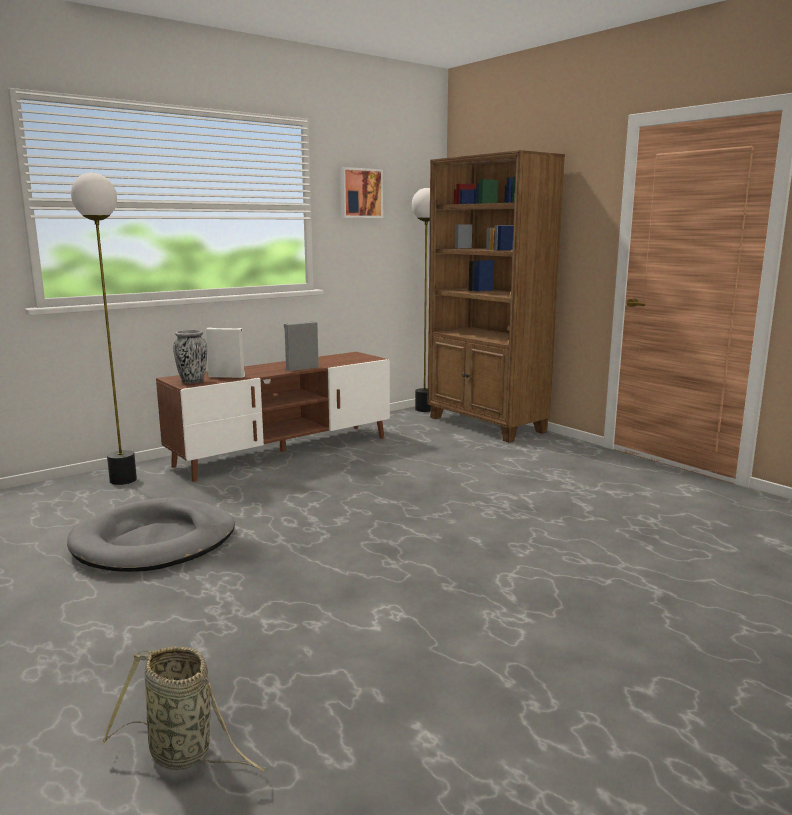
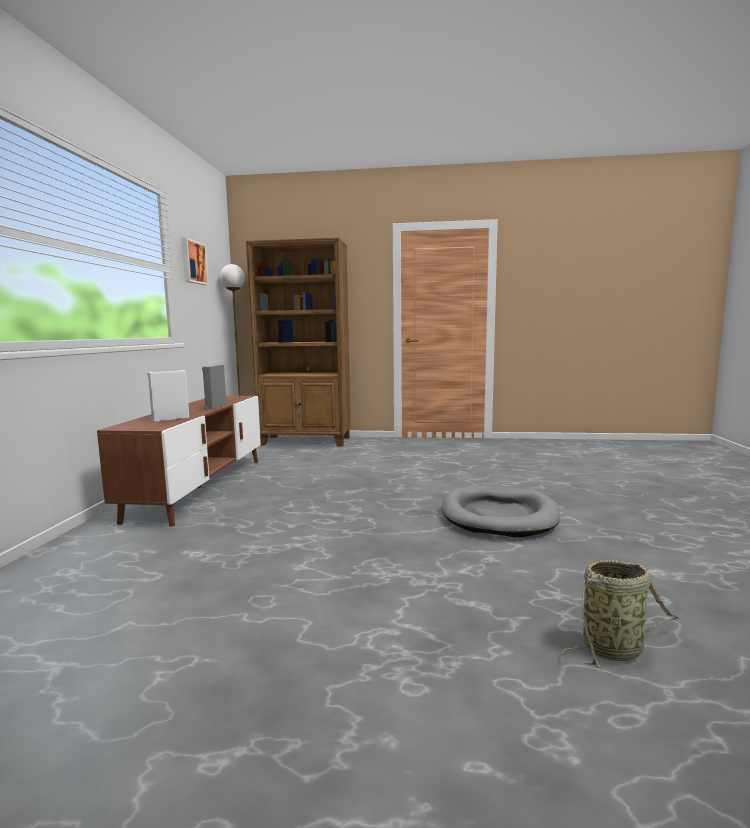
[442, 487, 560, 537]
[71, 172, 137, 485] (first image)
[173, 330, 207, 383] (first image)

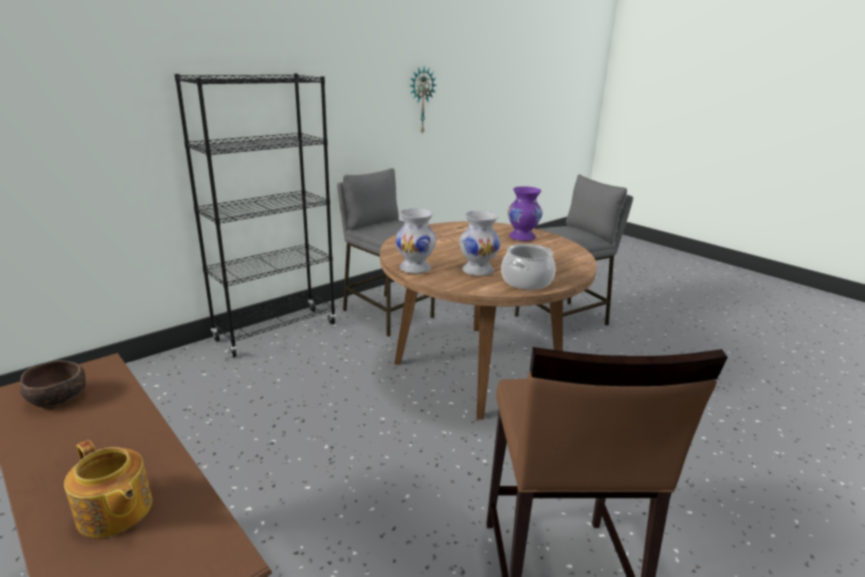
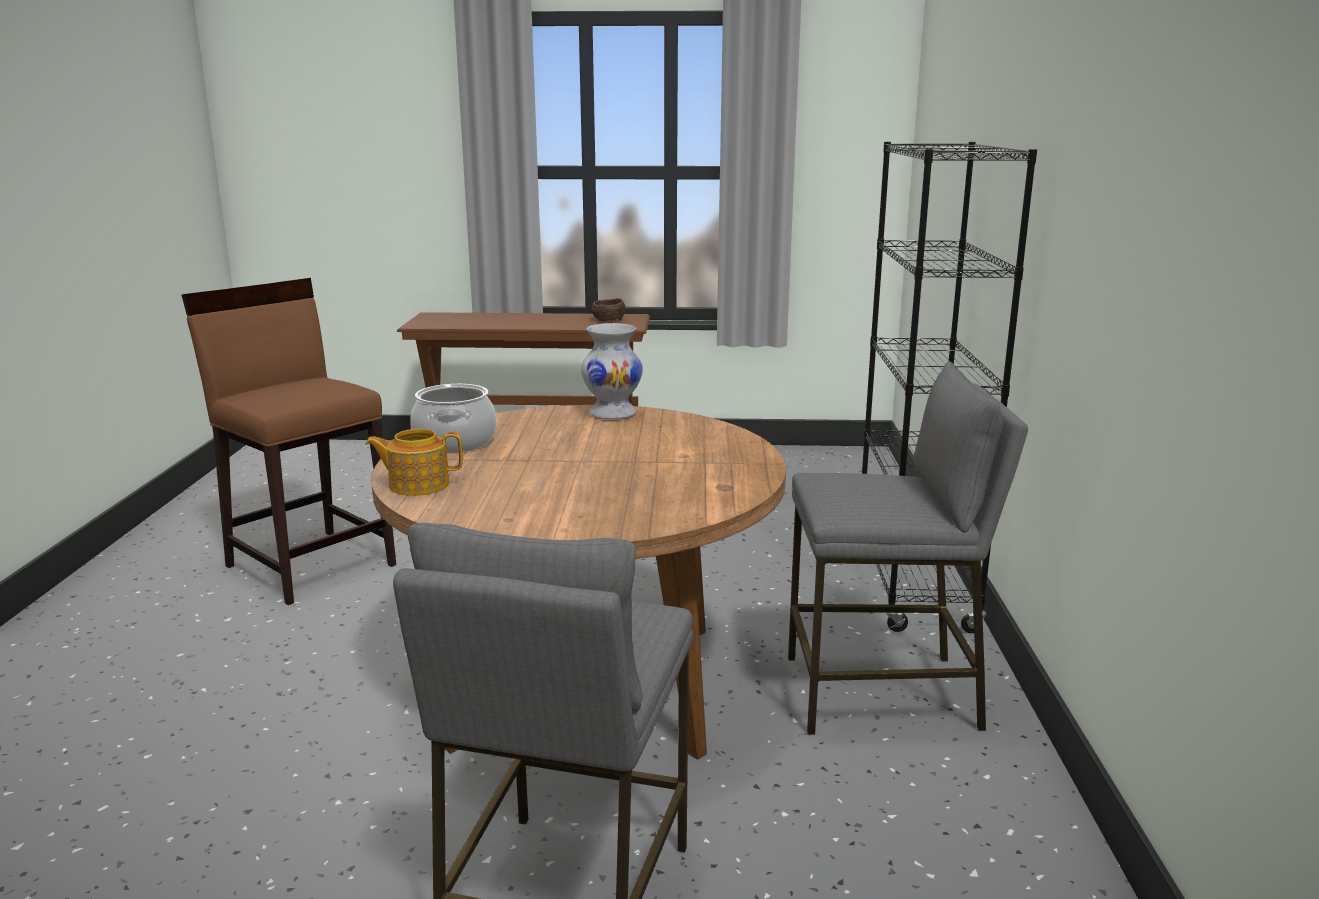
[365, 429, 463, 496]
[410, 67, 437, 134] (first image)
[459, 211, 501, 276] (first image)
[507, 186, 542, 241] (first image)

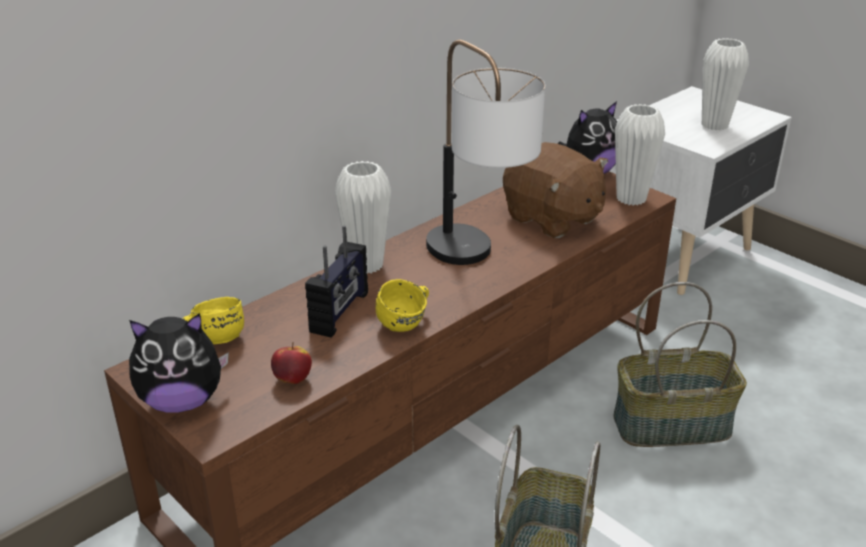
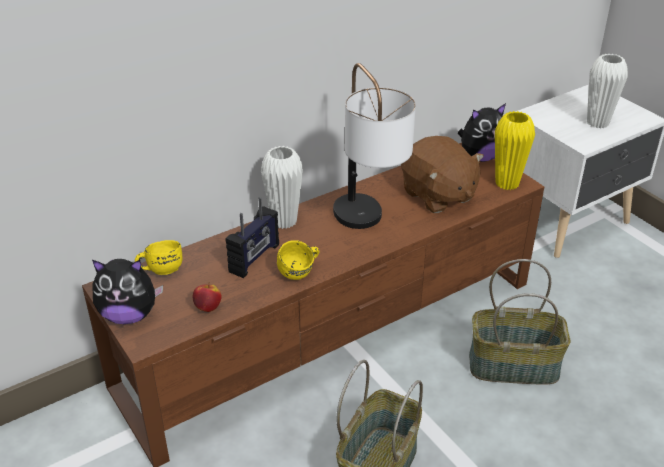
[495, 111, 535, 190]

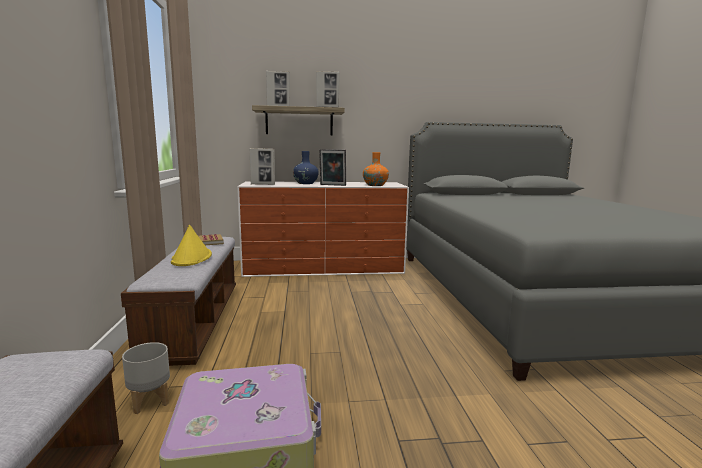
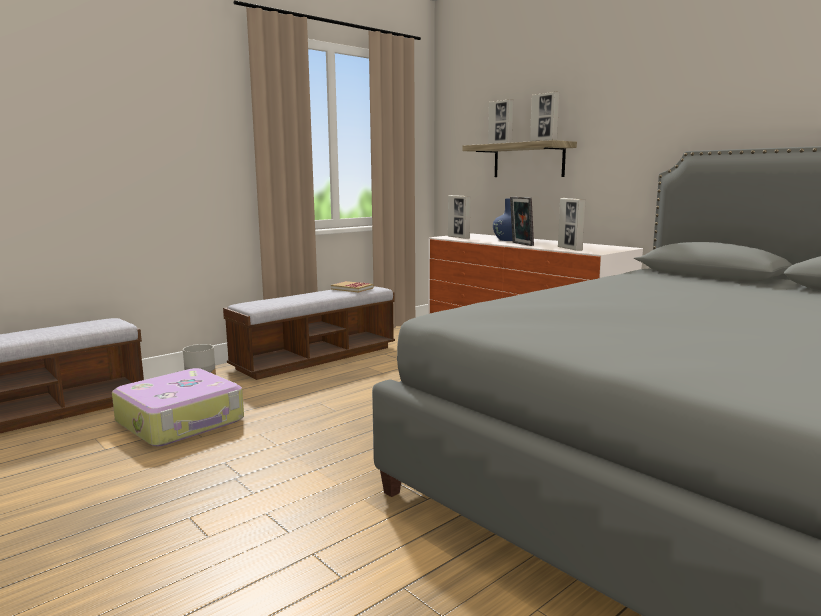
[558, 198, 586, 251]
[171, 225, 212, 266] (first image)

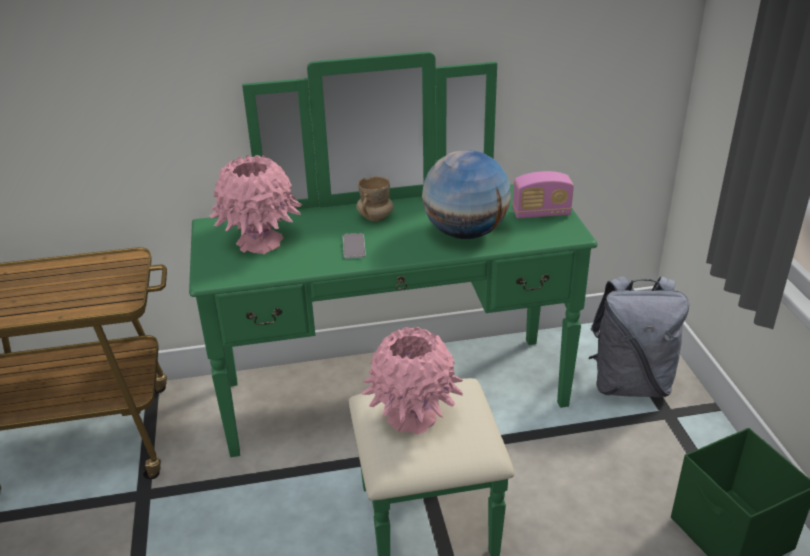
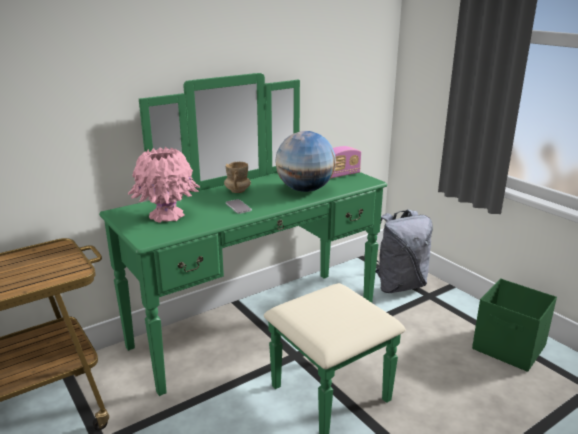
[362, 327, 463, 435] (first image)

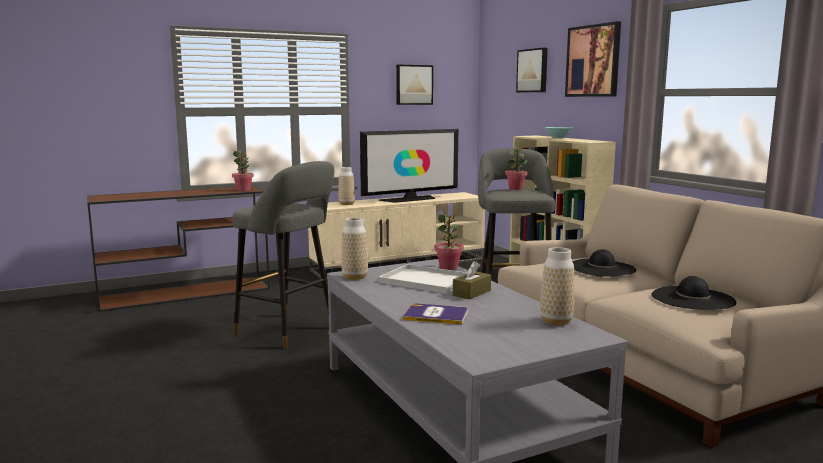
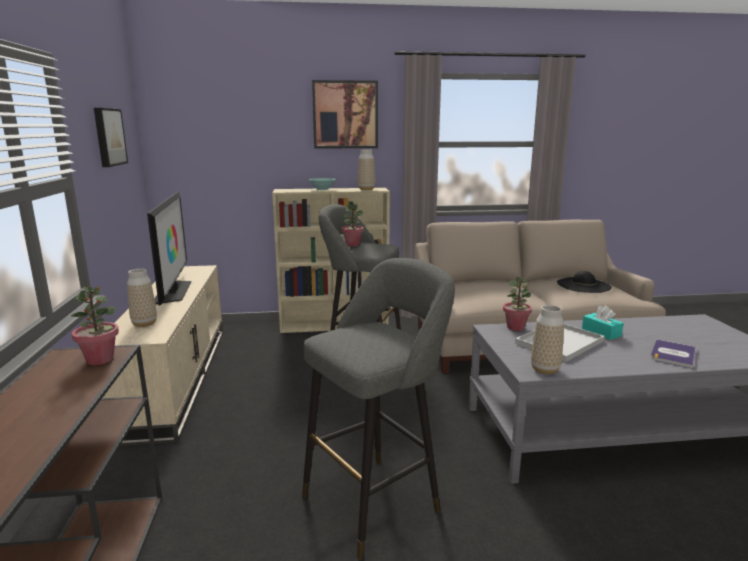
[358, 150, 375, 190]
[582, 305, 624, 340]
[516, 48, 548, 92] (first image)
[572, 249, 636, 277] (first image)

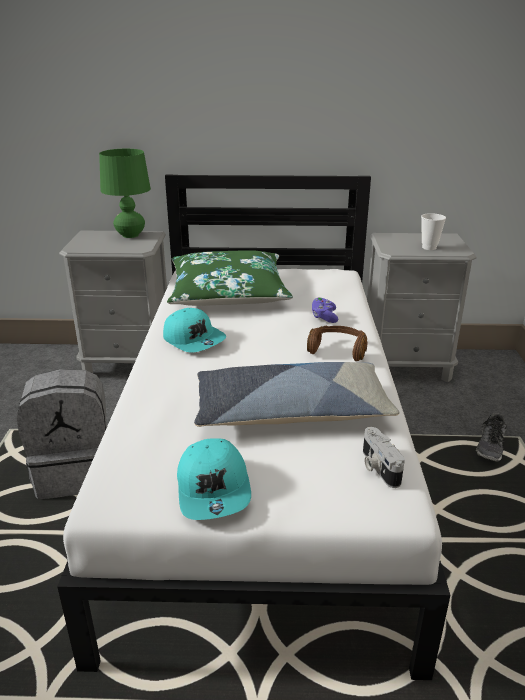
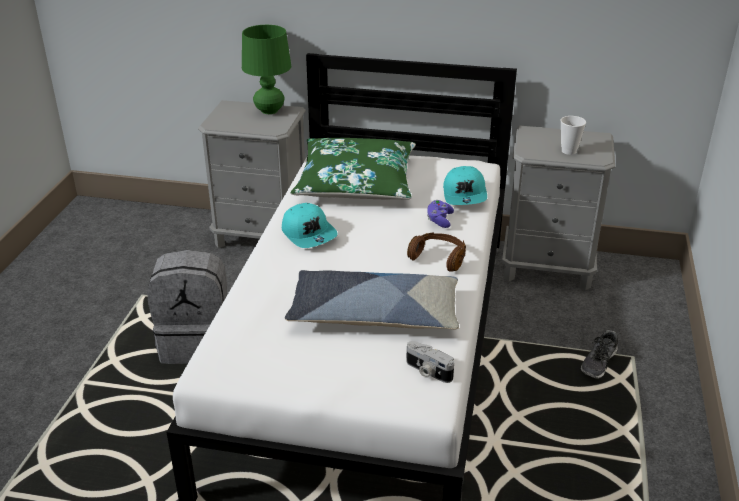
[406, 341, 454, 383]
[443, 166, 487, 205]

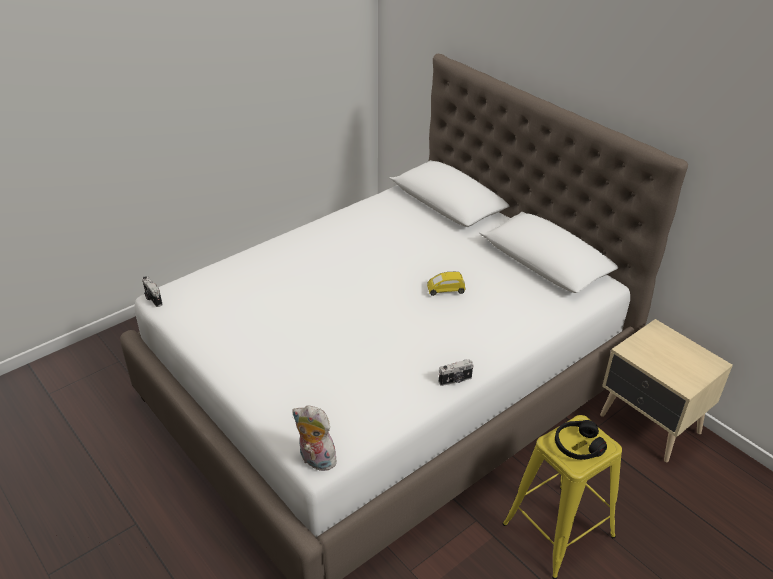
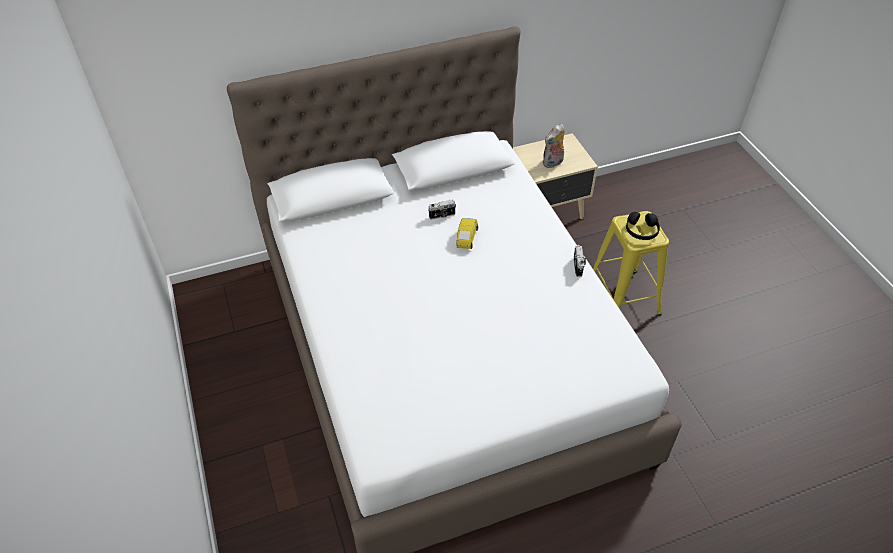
[428, 200, 456, 220]
[542, 124, 565, 168]

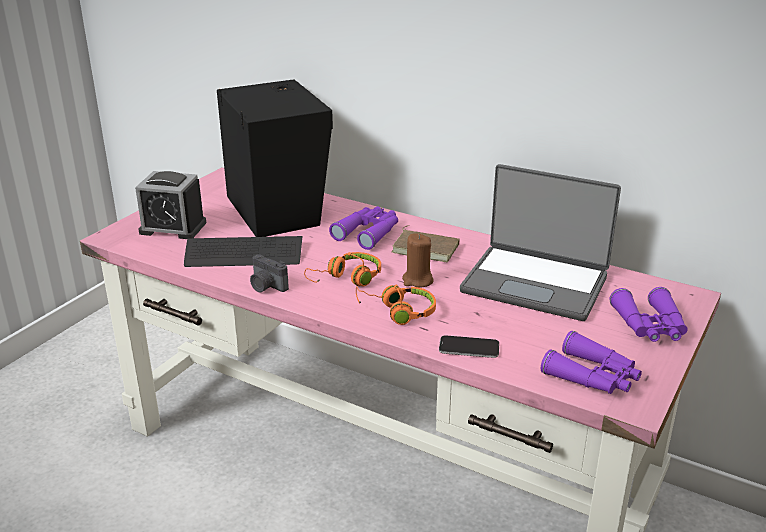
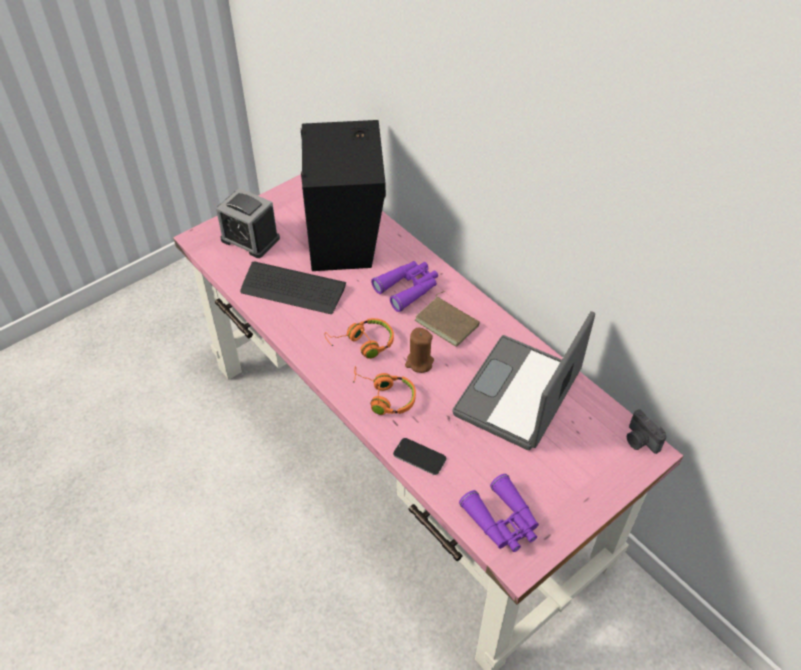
[452, 312, 595, 450]
[627, 409, 666, 454]
[609, 287, 687, 342] (first image)

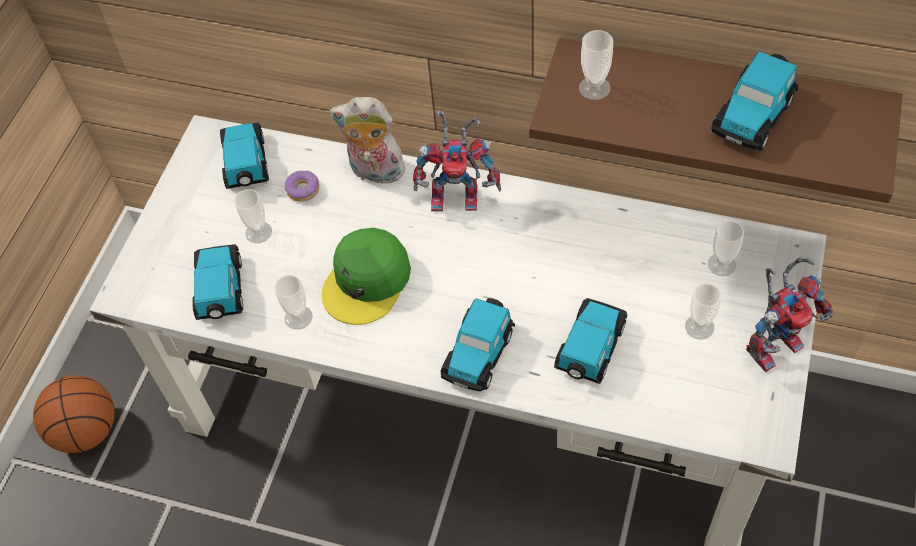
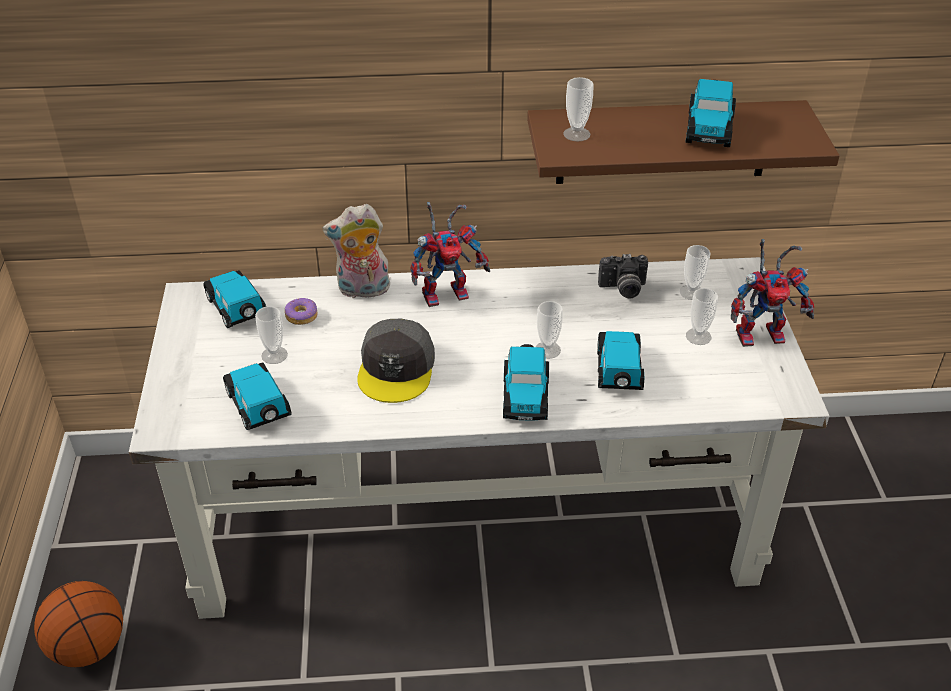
[357, 319, 435, 403]
[536, 301, 563, 359]
[598, 254, 648, 299]
[731, 239, 814, 347]

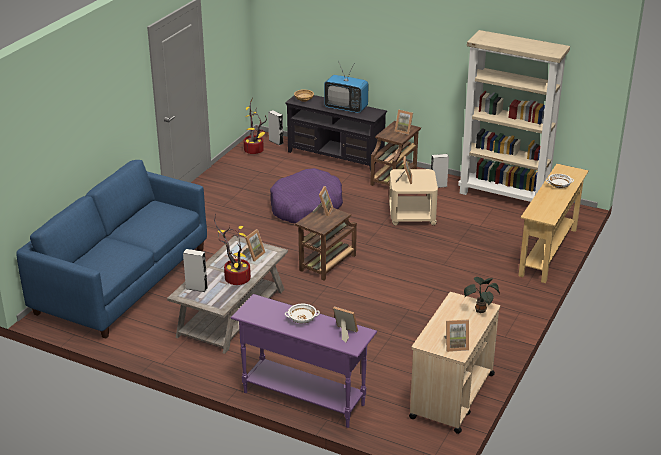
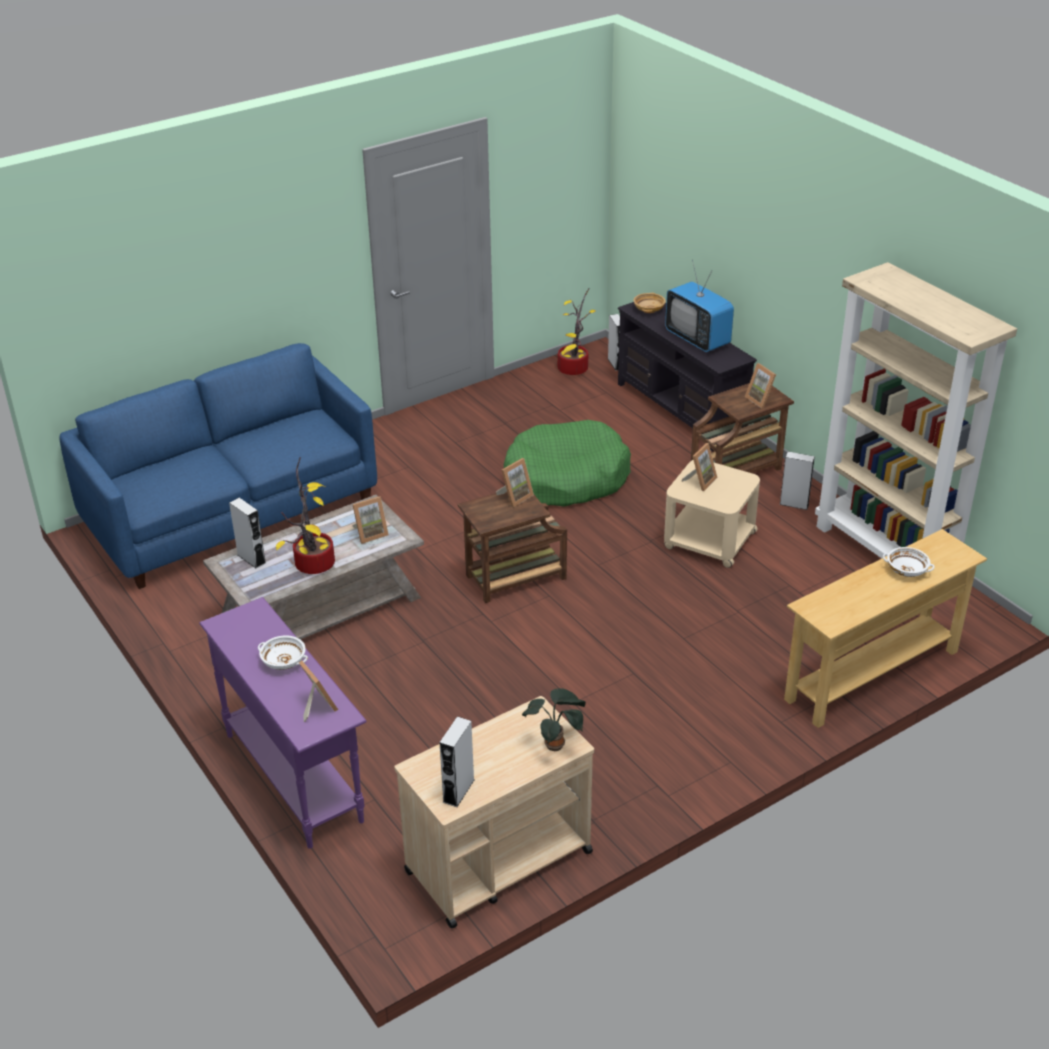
[439, 716, 474, 807]
[504, 420, 631, 507]

